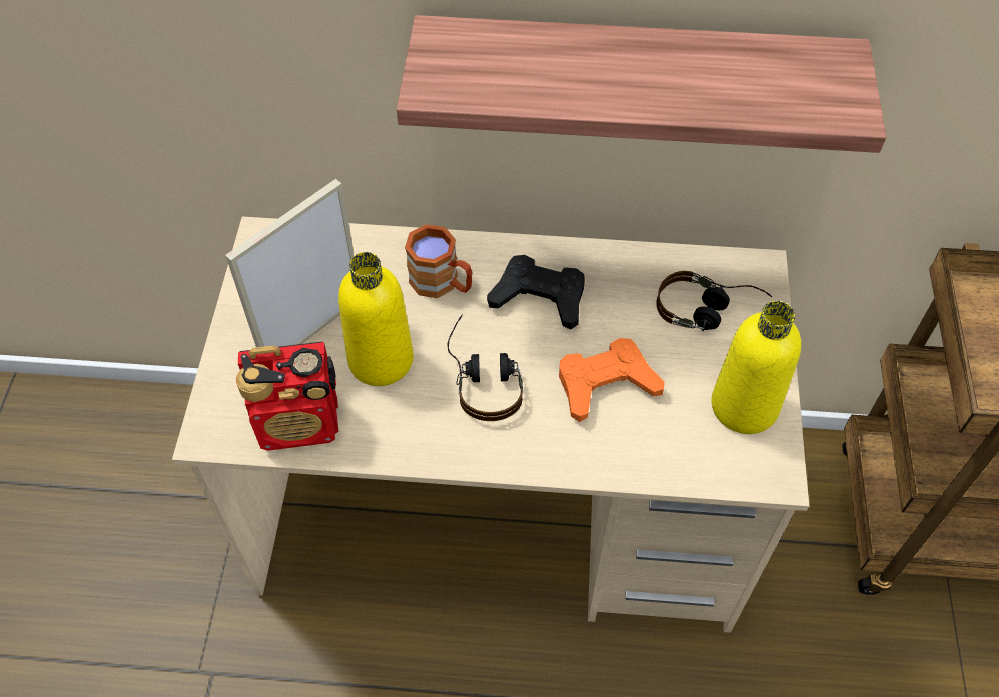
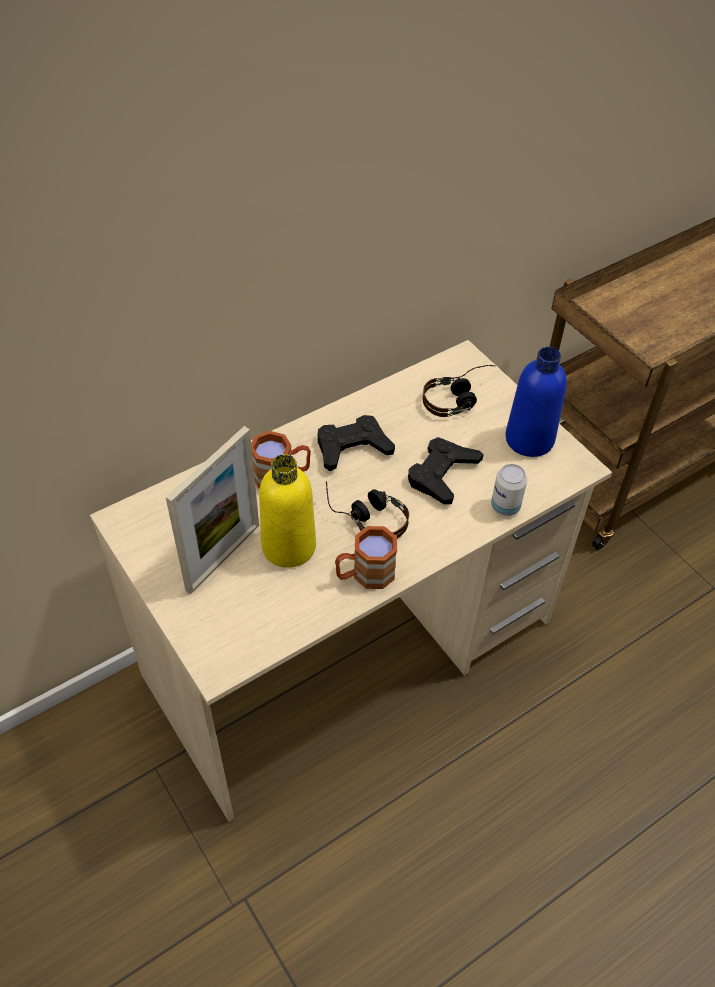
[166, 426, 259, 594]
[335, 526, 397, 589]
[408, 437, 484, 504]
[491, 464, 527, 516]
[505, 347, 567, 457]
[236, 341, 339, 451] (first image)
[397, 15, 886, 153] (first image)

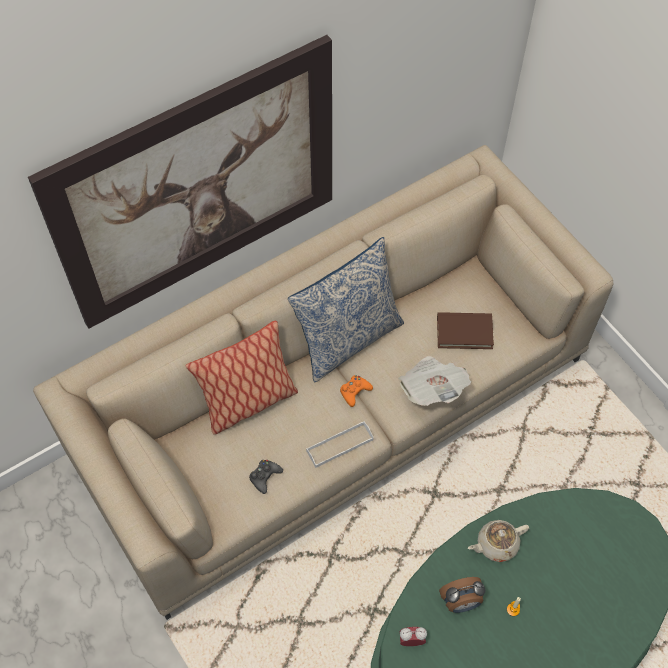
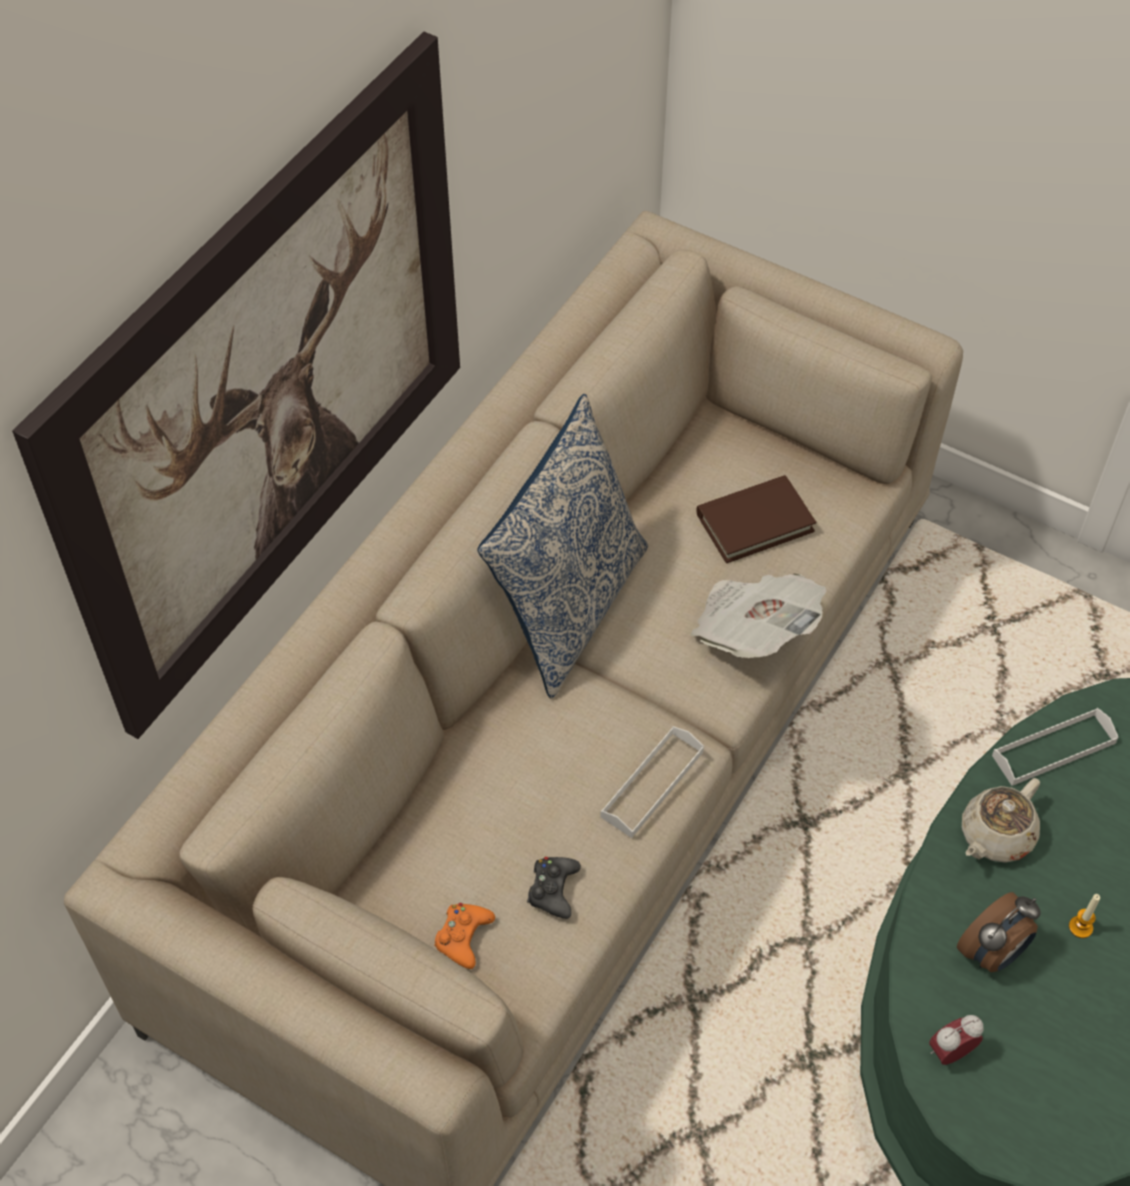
[434, 903, 495, 969]
[992, 708, 1119, 786]
[185, 321, 298, 435] (first image)

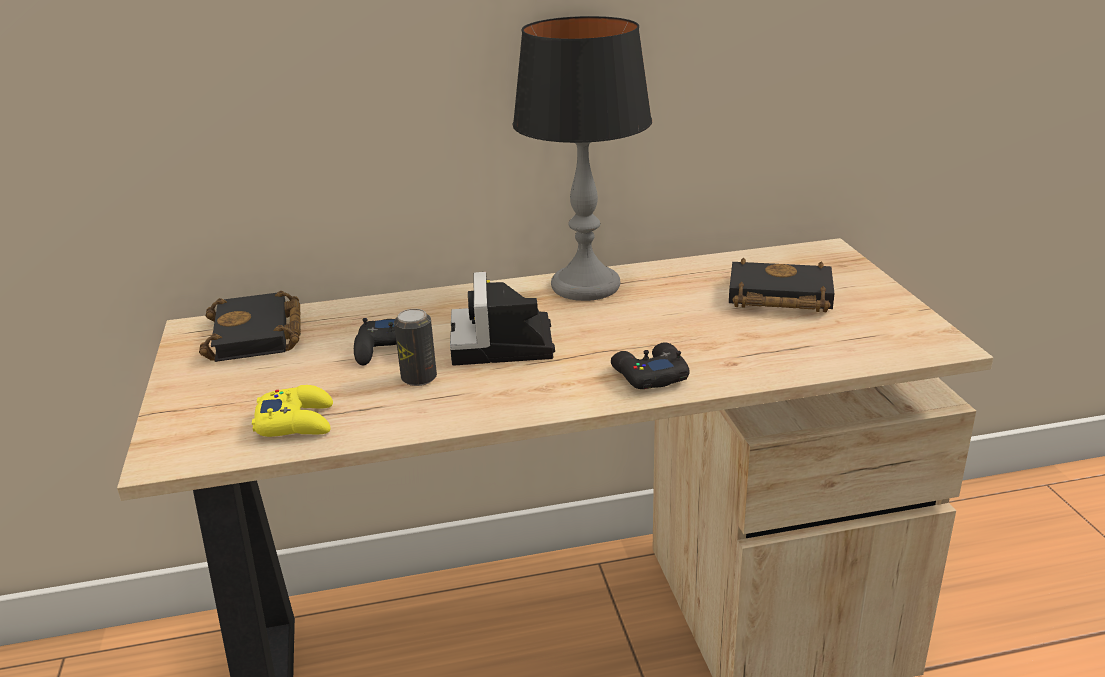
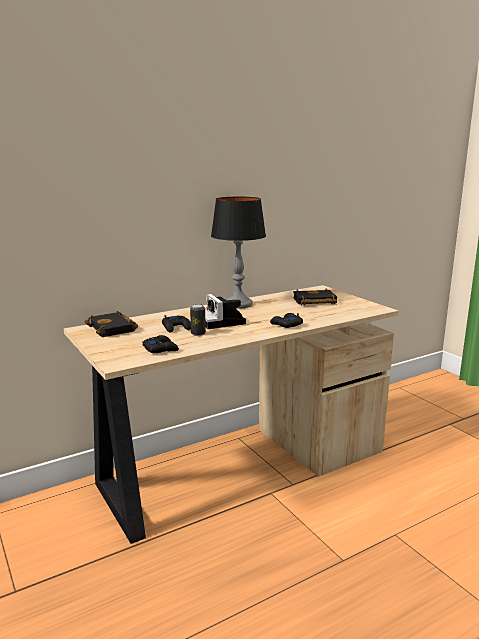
[142, 335, 179, 353]

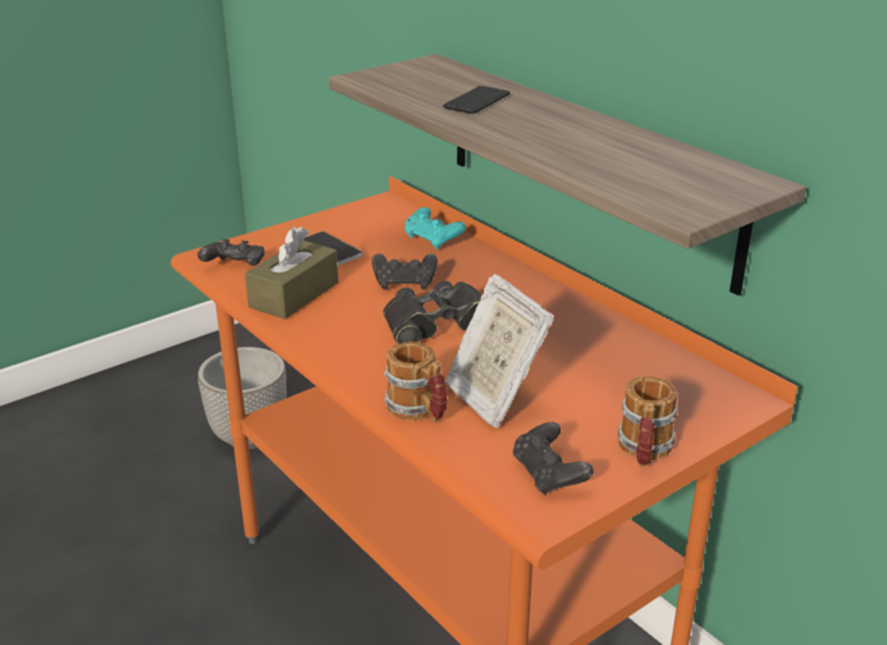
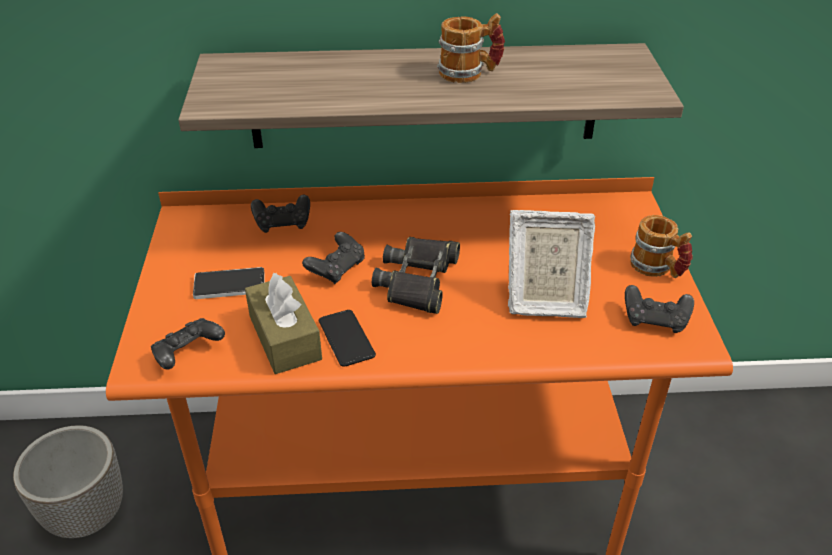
[251, 195, 310, 233]
[319, 310, 376, 367]
[437, 13, 505, 83]

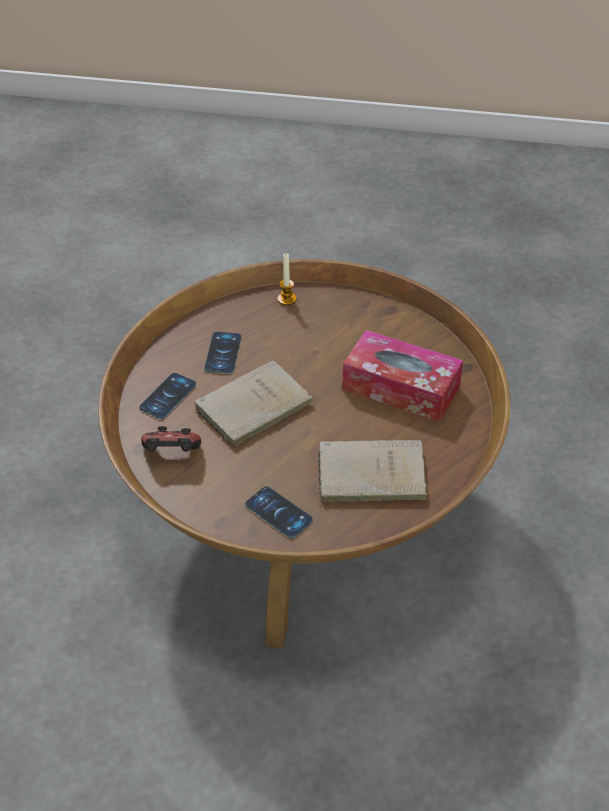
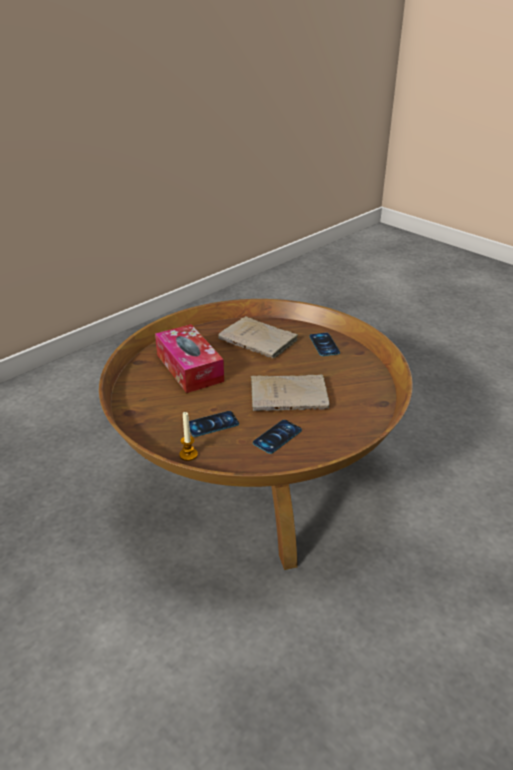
[189, 411, 239, 437]
[141, 426, 201, 452] (first image)

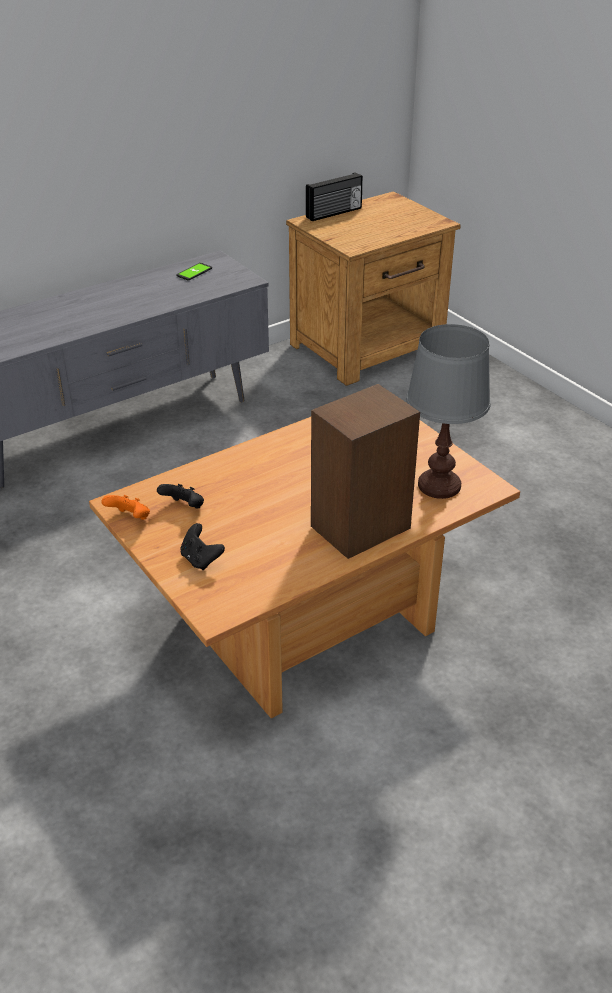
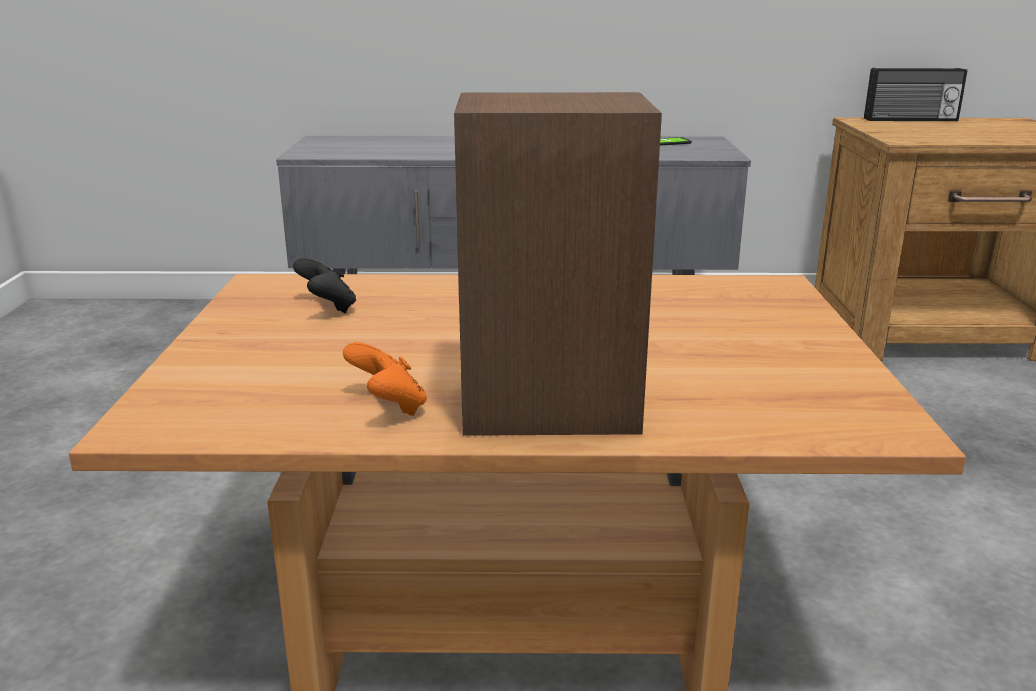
[343, 342, 427, 416]
[180, 523, 225, 570] (first image)
[406, 324, 491, 499] (first image)

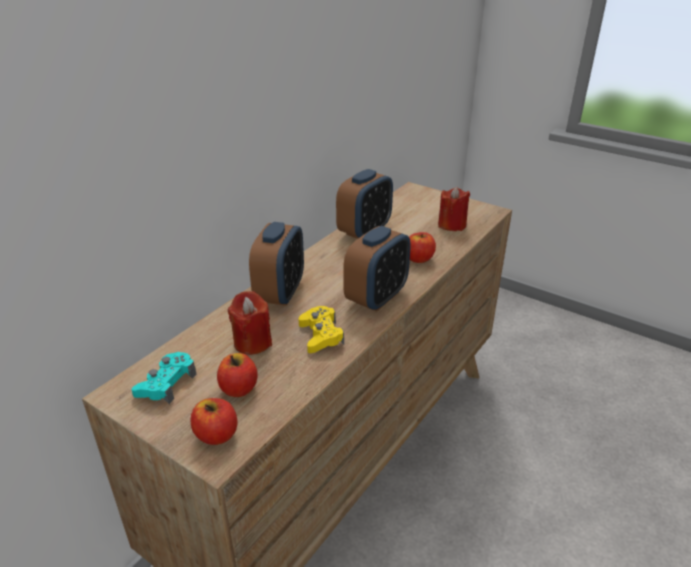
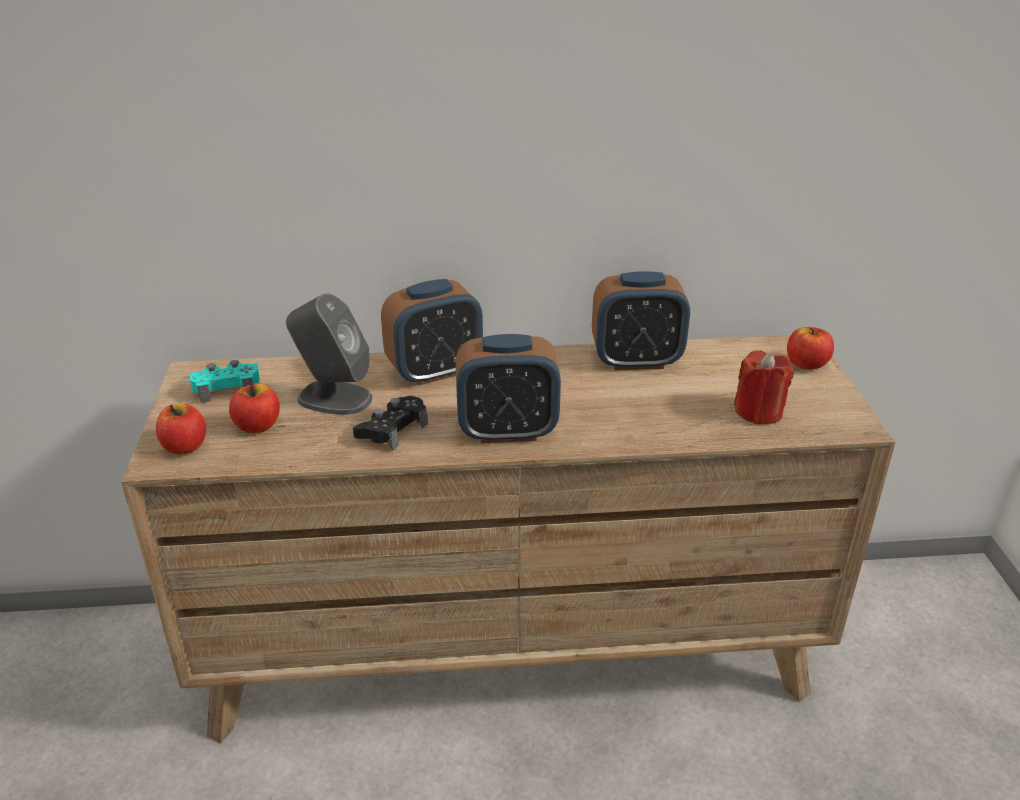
[286, 293, 373, 415]
[353, 396, 428, 450]
[787, 327, 834, 370]

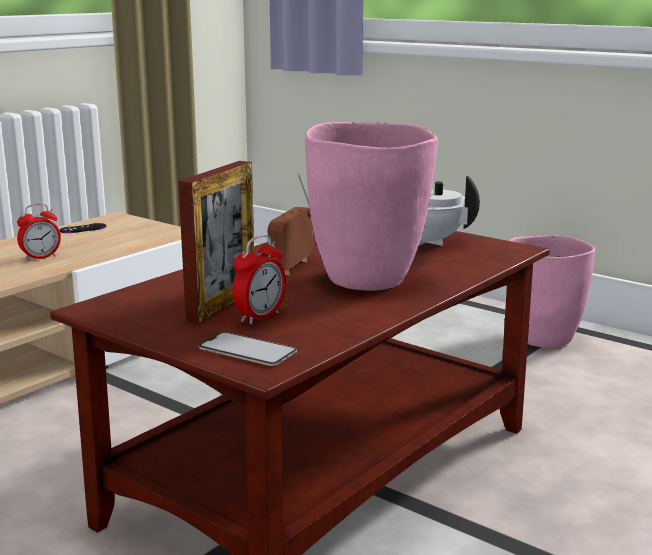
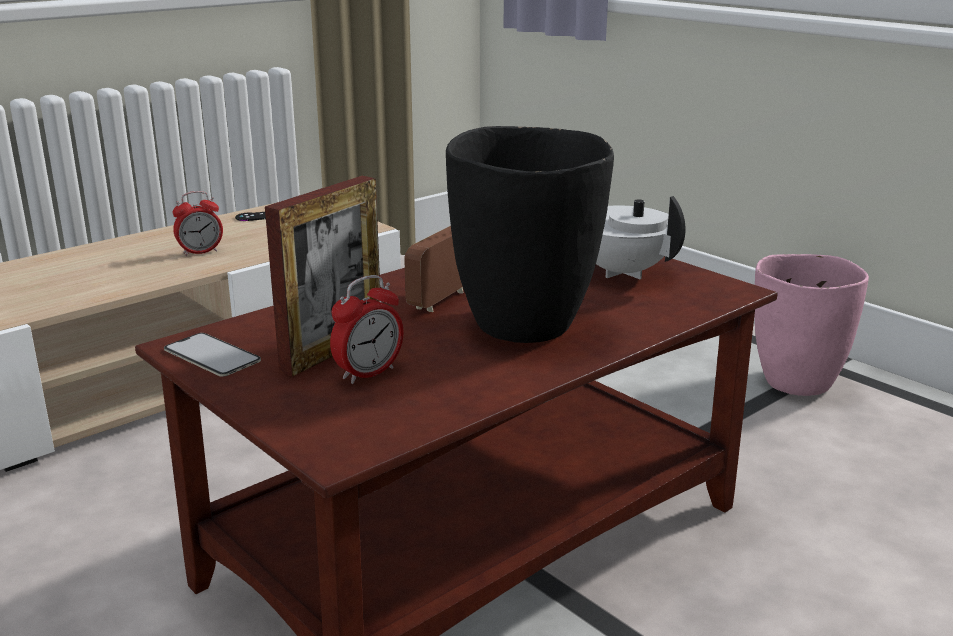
[164, 333, 261, 377]
[446, 126, 614, 343]

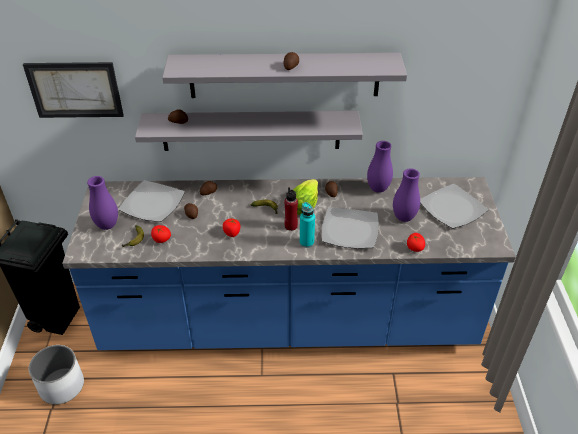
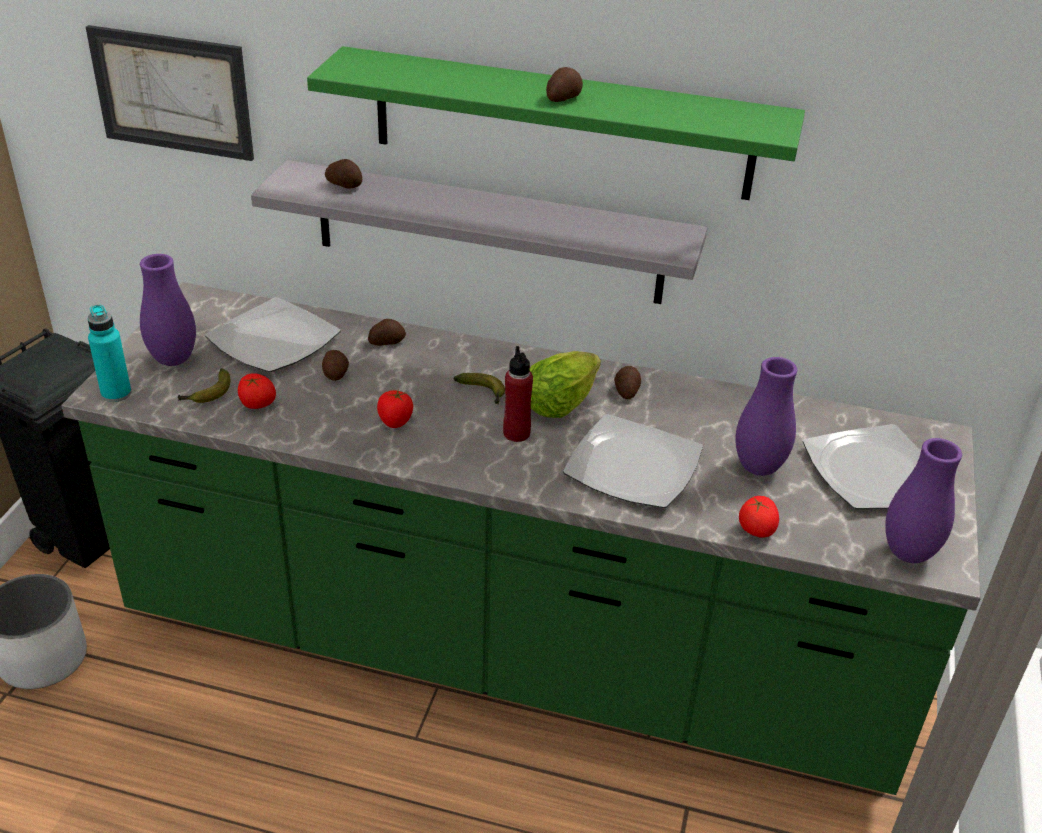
[61, 282, 981, 795]
[88, 304, 132, 402]
[307, 46, 805, 200]
[885, 438, 962, 563]

